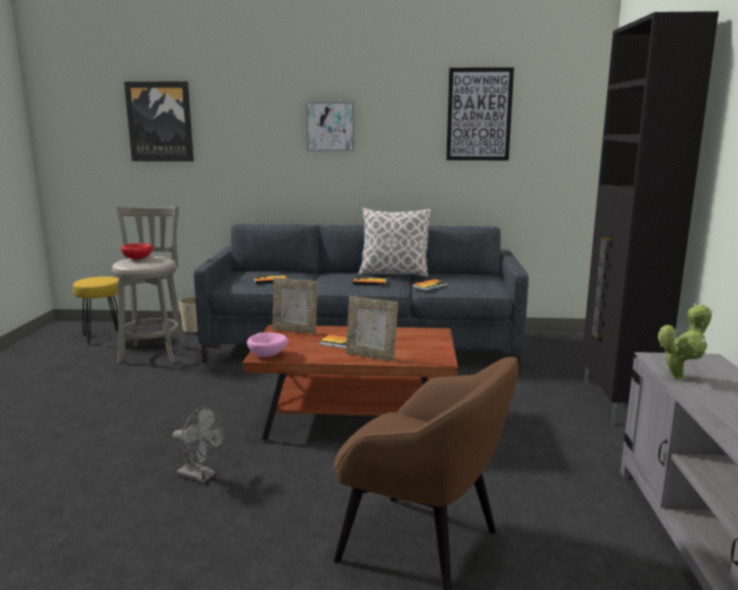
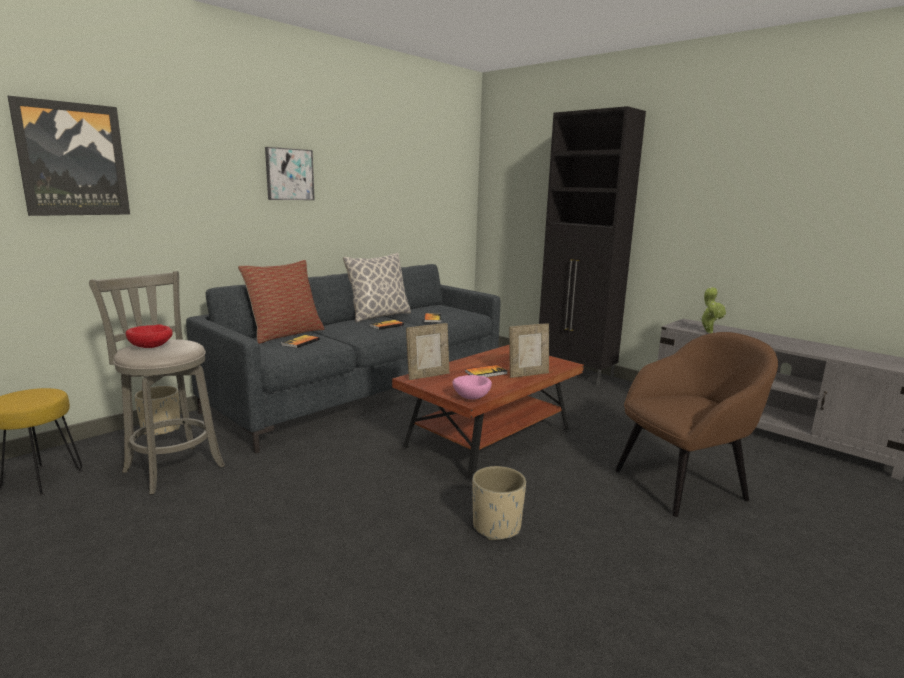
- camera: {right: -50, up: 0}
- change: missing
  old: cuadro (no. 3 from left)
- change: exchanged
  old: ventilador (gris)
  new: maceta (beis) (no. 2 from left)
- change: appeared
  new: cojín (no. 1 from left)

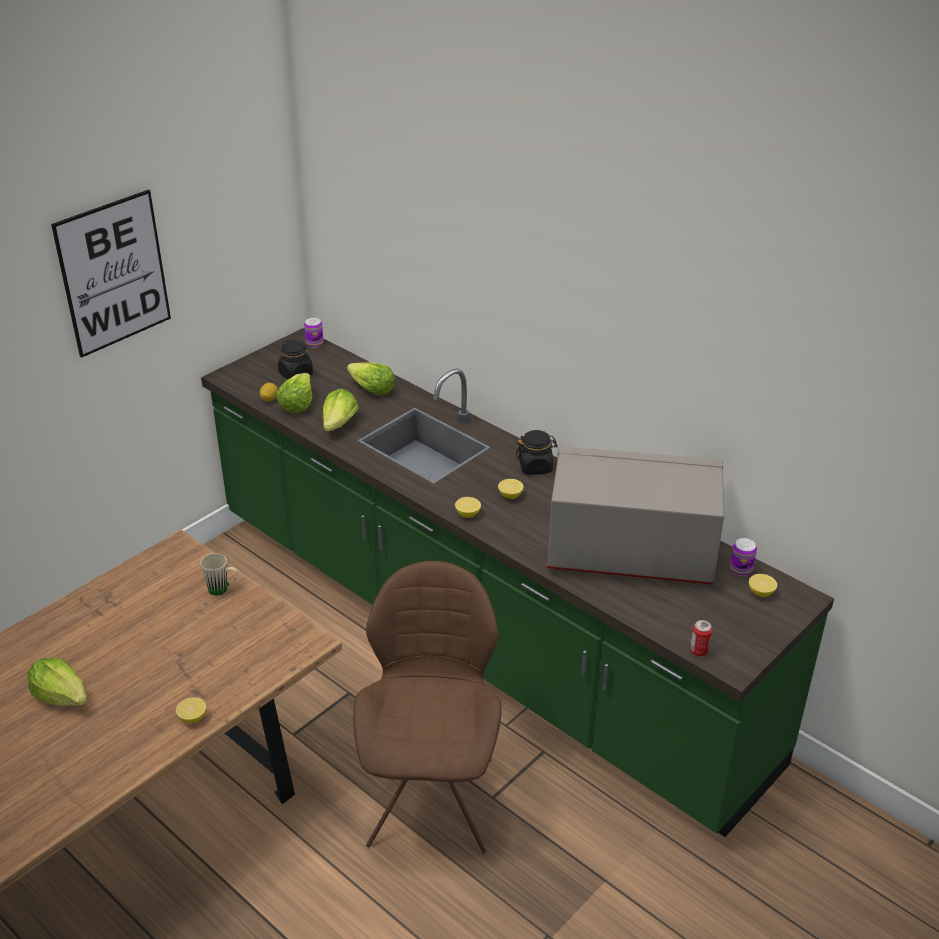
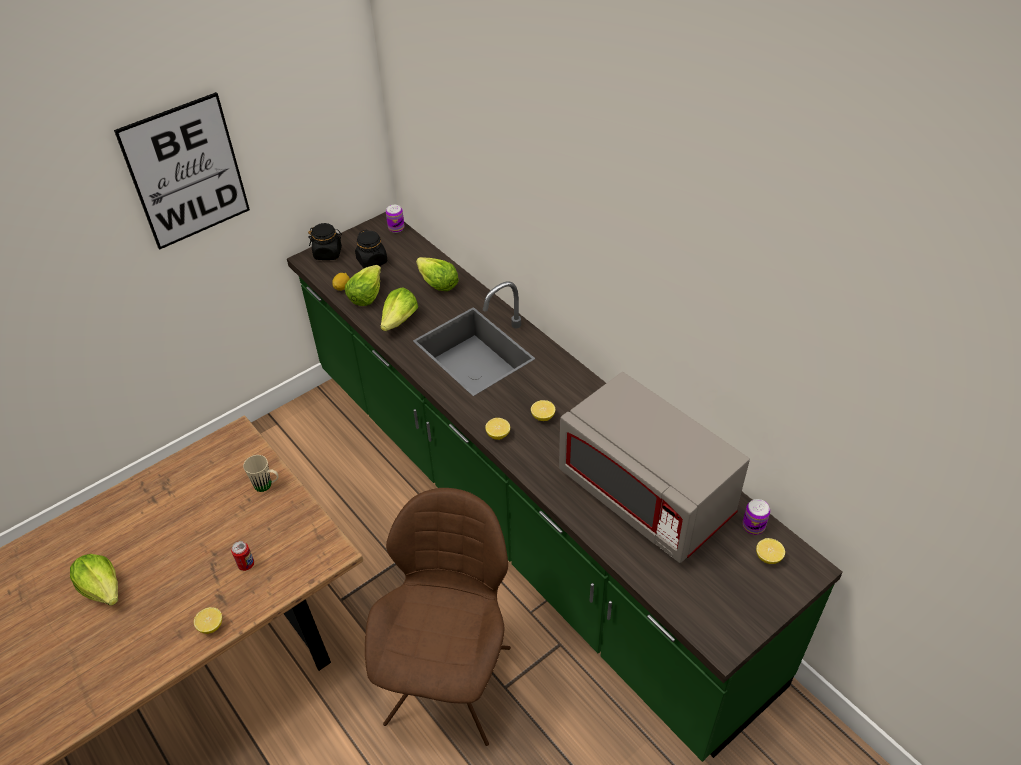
- camera: {right: 10, up: 10}
- change: relocated
  old: tarro (negro) (no. 2 from left in the first image)
  new: tarro (negro) (no. 1 from left)
- change: spun
  old: microondas (gris)
  degrees: -150
- change: relocated
  old: lata (no. 2 from left in the first image)
  new: lata (no. 1 from left)

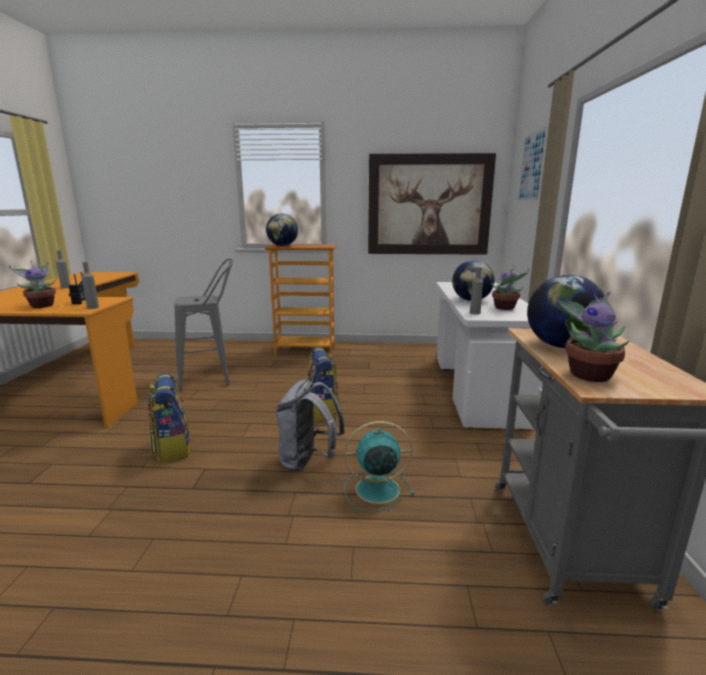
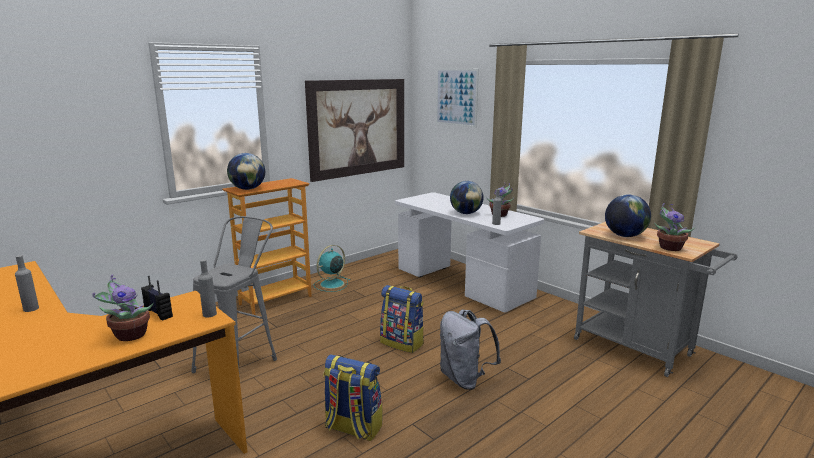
- camera: {right: -45, up: 0}
- change: relocated
  old: ventilador (turquesa)

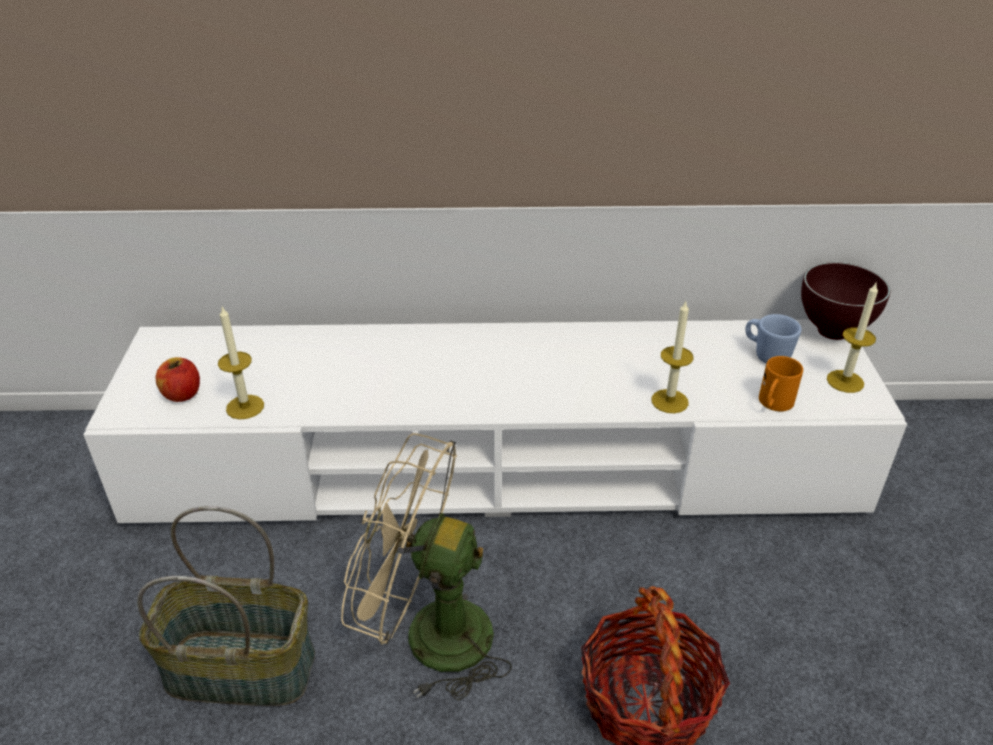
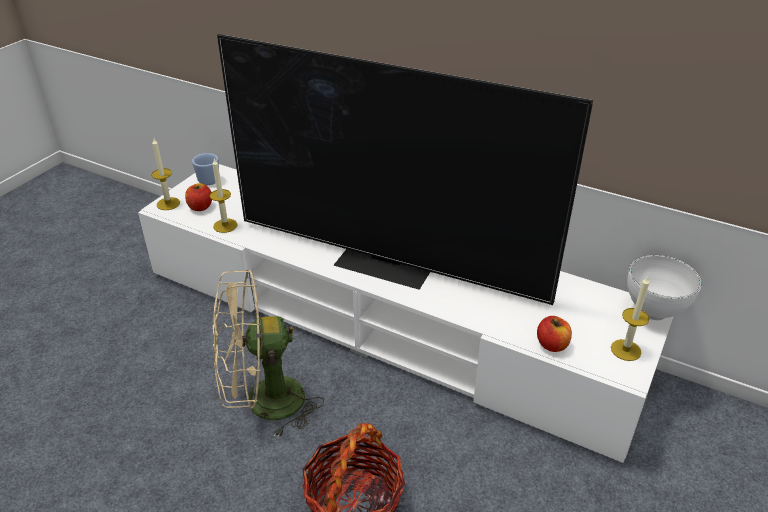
- camera: {right: 30, up: 0}
- change: colour
  old: cuenco (marrón)
  new: cuenco (blanco)
- change: relocated
  old: vela (no. 2 from left in the first image)
  new: vela (no. 1 from left)
- change: relocated
  old: taza grande (azul)
- change: exchanged
  old: taza grande (naranja)
  new: manzana (no. 2 from left)
- change: spun
  old: ventilador (beis)
  degrees: -60
- change: missing
  old: cesta (no. 1 from left)
- change: appeared
  new: televisor

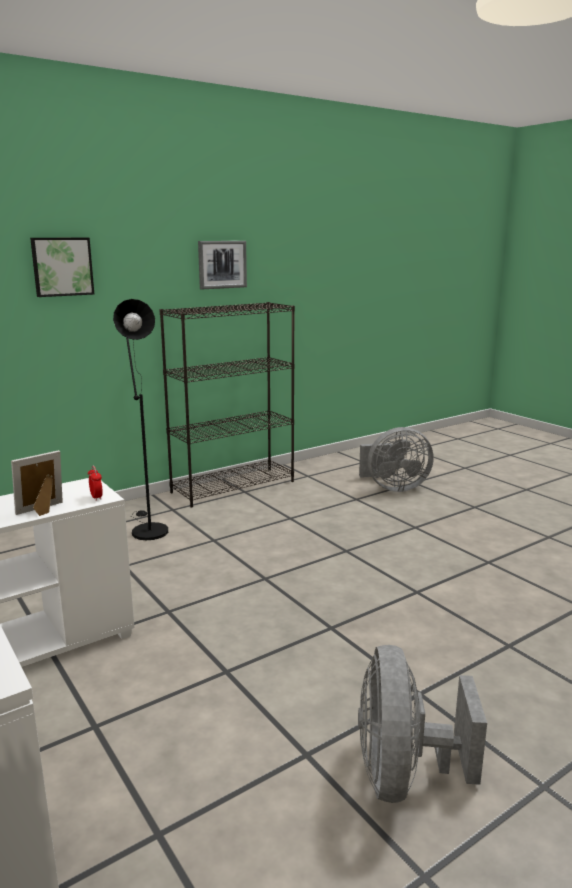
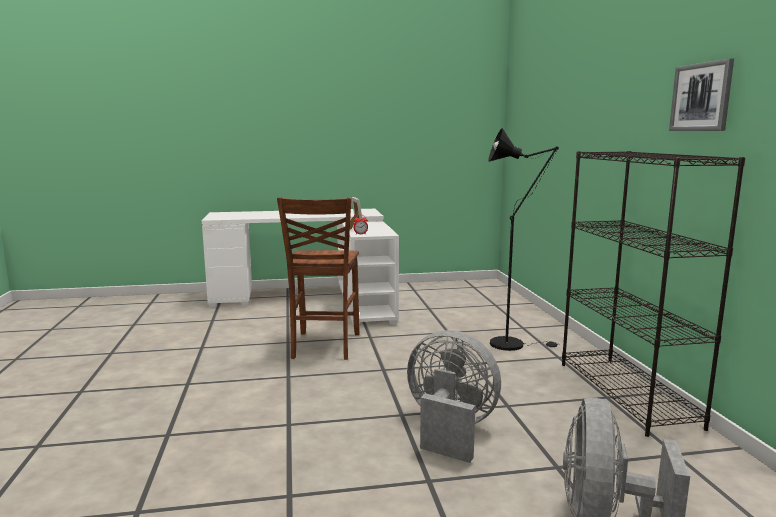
- camera: {right: 115, up: -5}
- change: missing
  old: cuadro (no. 1 from left)
- change: relocated
  old: ventilador (gris) (no. 2 from left in the first image)
  new: ventilador (gris) (no. 1 from left)
- change: appeared
  new: silla (marrón)

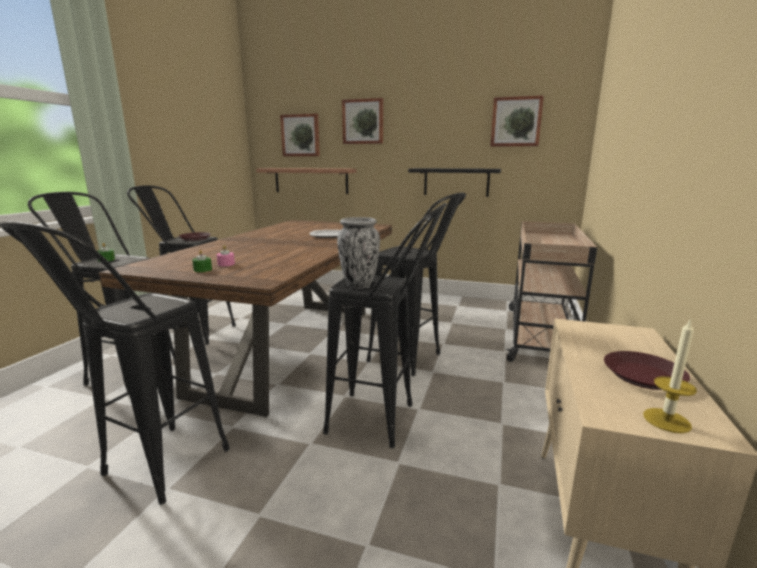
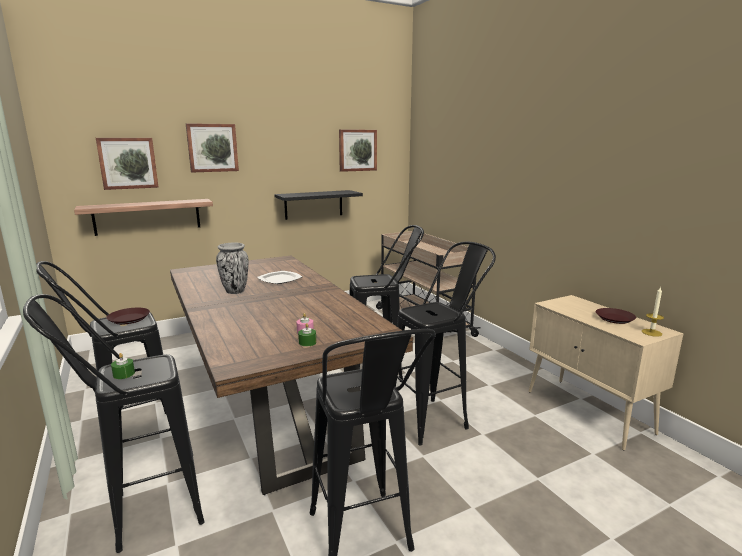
- camera: {right: -45, up: 0}
- change: relocated
  old: florero

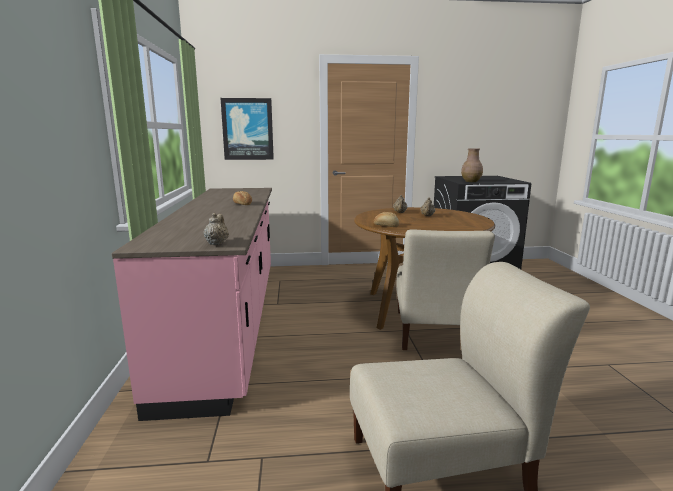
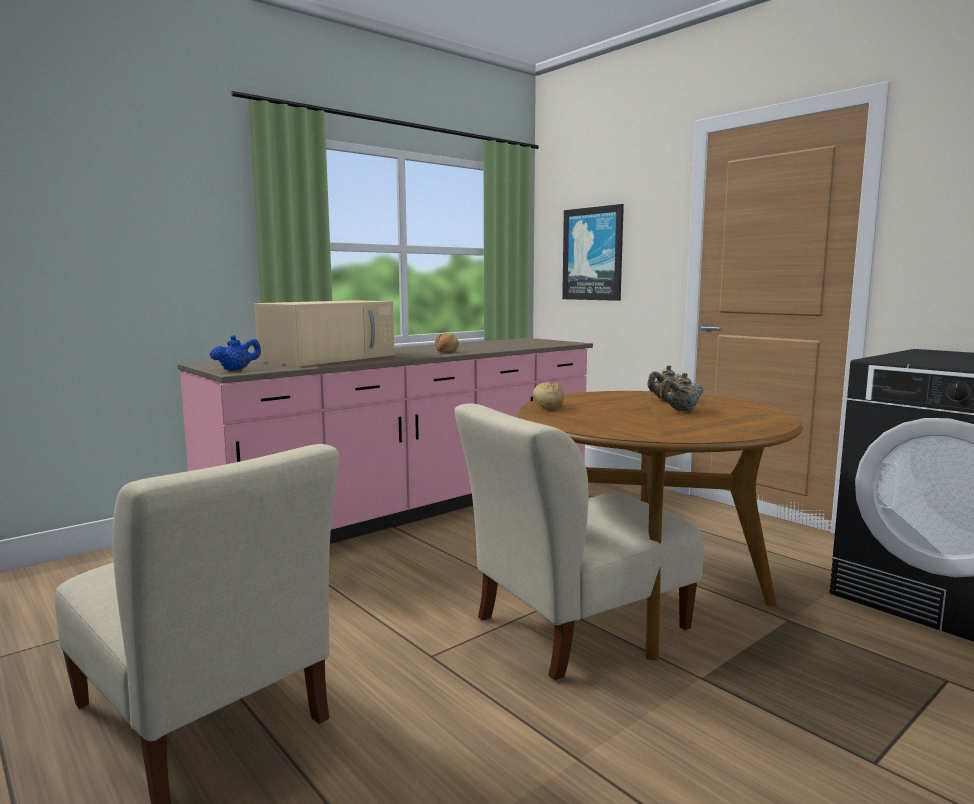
- camera: {right: 55, up: -5}
- change: missing
  old: florero (marrón)
- change: colour
  old: tetera (beis) (no. 1 from left)
  new: tetera (azul)
- change: appeared
  new: microondas (beis)

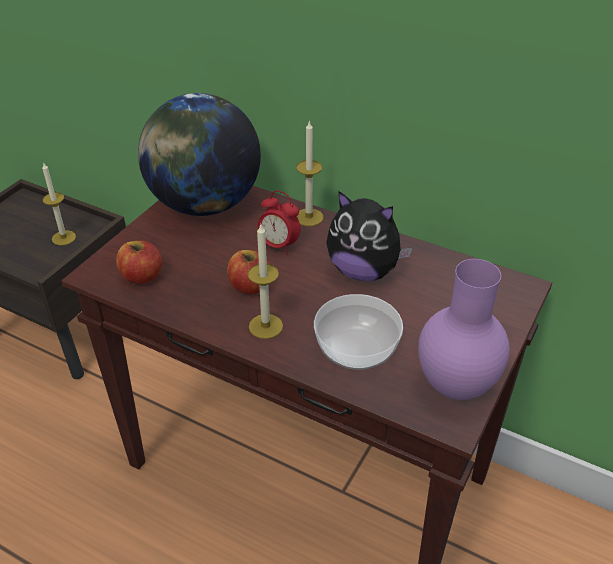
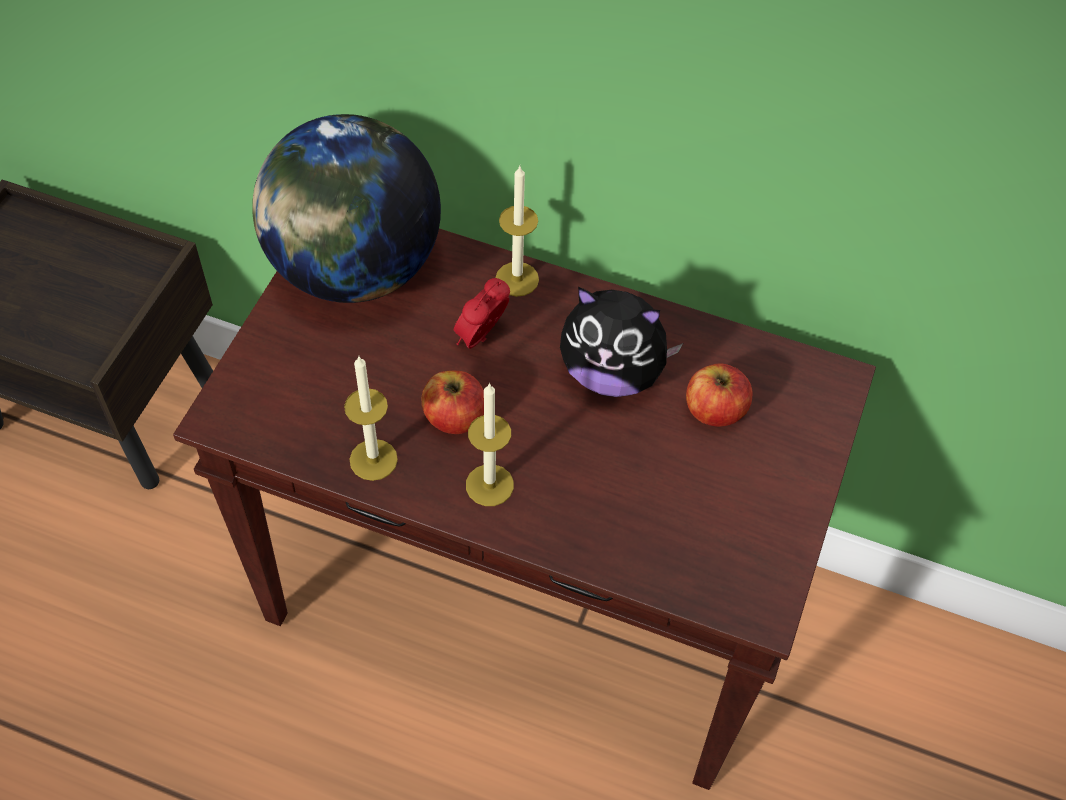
- camera: {right: -10, up: 15}
- change: relocated
  old: vela (no. 1 from left)
- change: spun
  old: despertador
  degrees: 105
- change: relocated
  old: manzana (no. 1 from left in the first image)
  new: manzana (no. 2 from left)
- change: missing
  old: florero (morado)
- change: missing
  old: cuenco

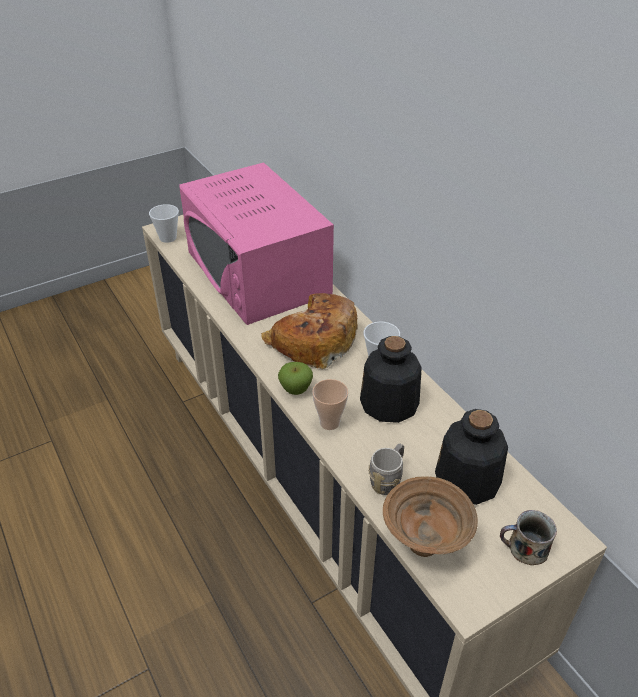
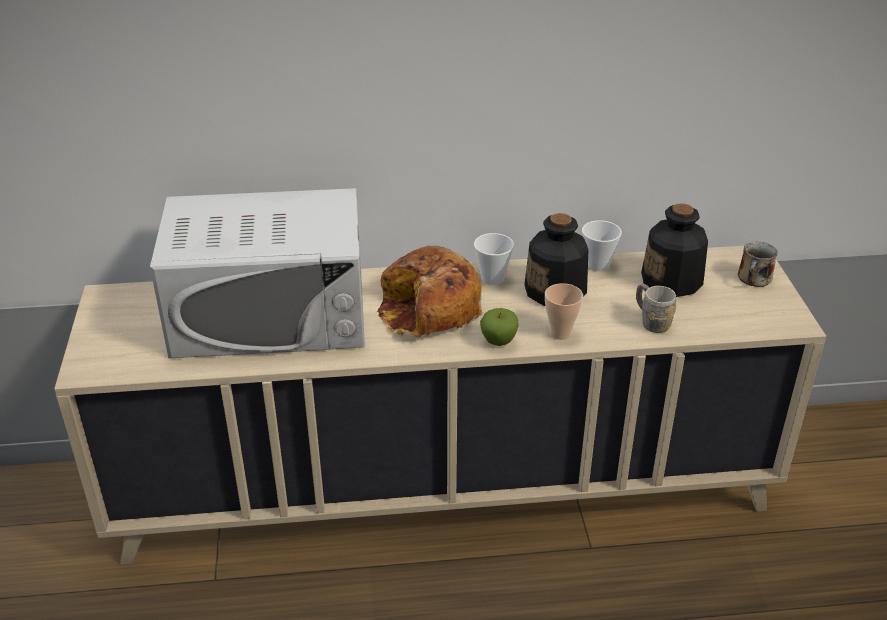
- camera: {right: -65, up: -5}
- change: colour
  old: microondas (rosa)
  new: microondas (blanco)
- change: relocated
  old: taza (no. 1 from left in the first image)
  new: taza (no. 3 from left)
- change: missing
  old: cuenco (marrón)

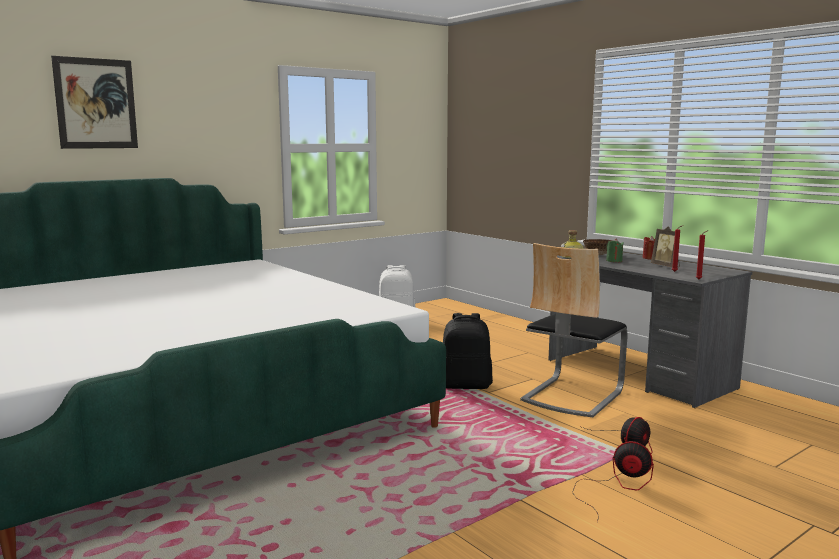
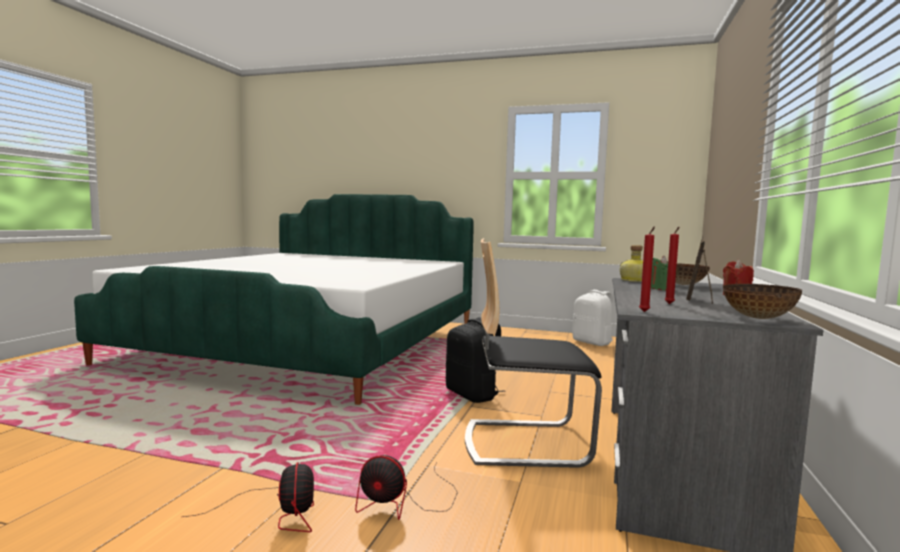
- camera: {right: 55, up: -5}
- change: missing
  old: cuadro
- change: appeared
  new: cuenco (no. 2 from left)

